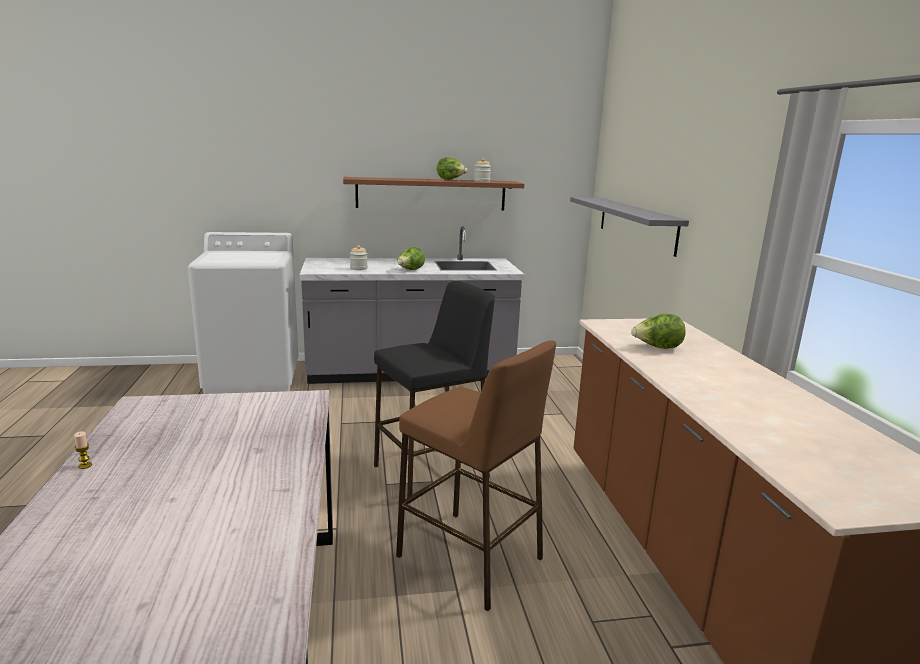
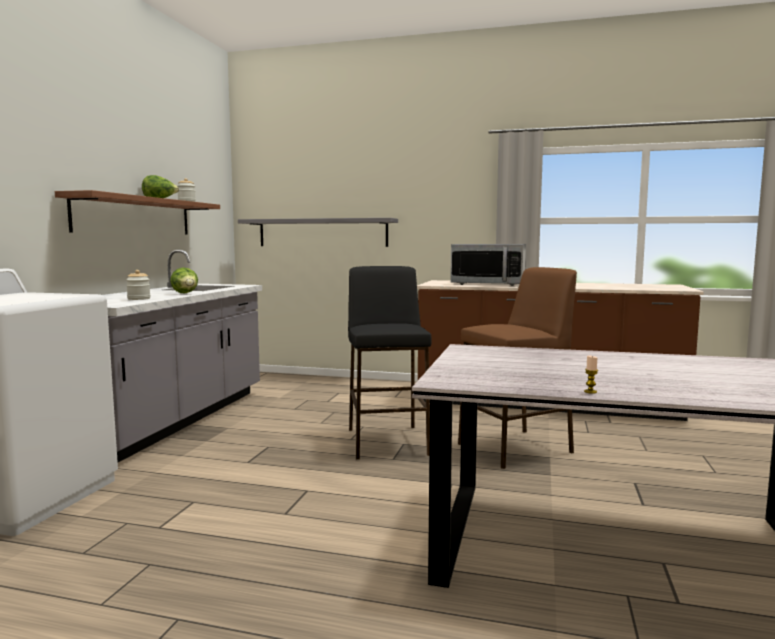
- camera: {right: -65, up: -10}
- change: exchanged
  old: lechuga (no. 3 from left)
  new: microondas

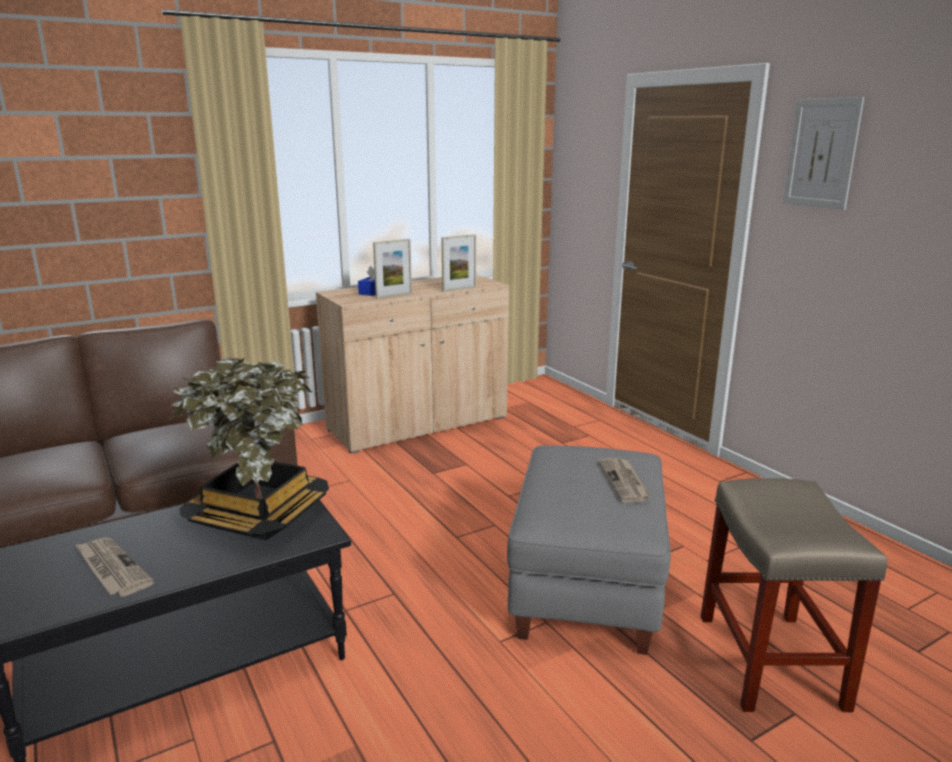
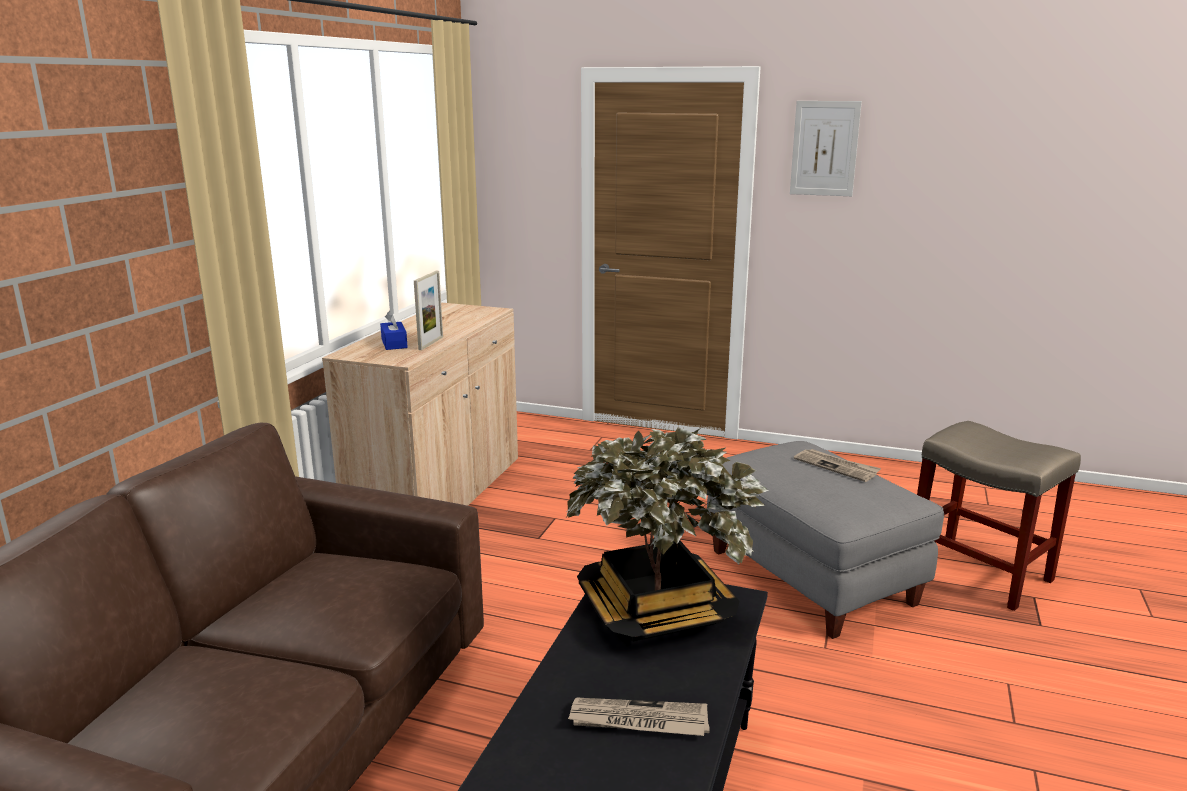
- camera: {right: -40, up: 0}
- change: missing
  old: portarretratos (no. 2 from left)

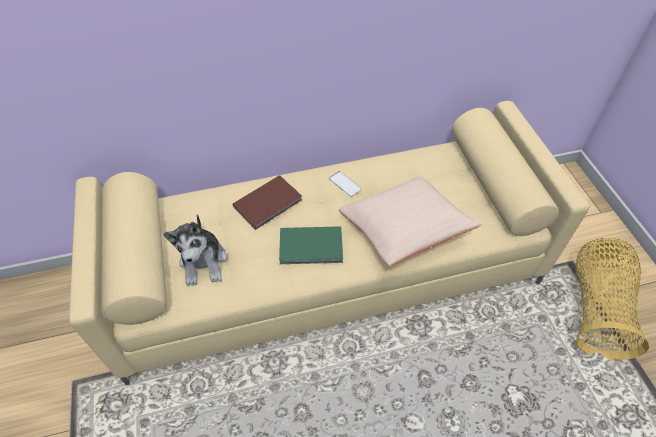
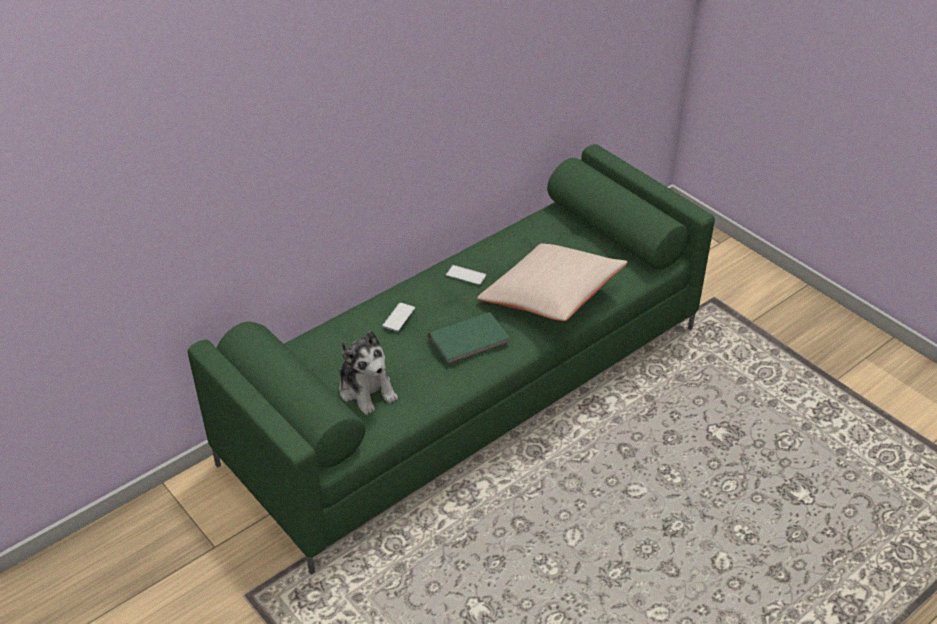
- camera: {right: -25, up: -10}
- change: colour
  old: sofá (beis)
  new: sofá (verde)
- change: exchanged
  old: libro (marrón)
  new: móvil (no. 1 from left)
- change: missing
  old: cesta

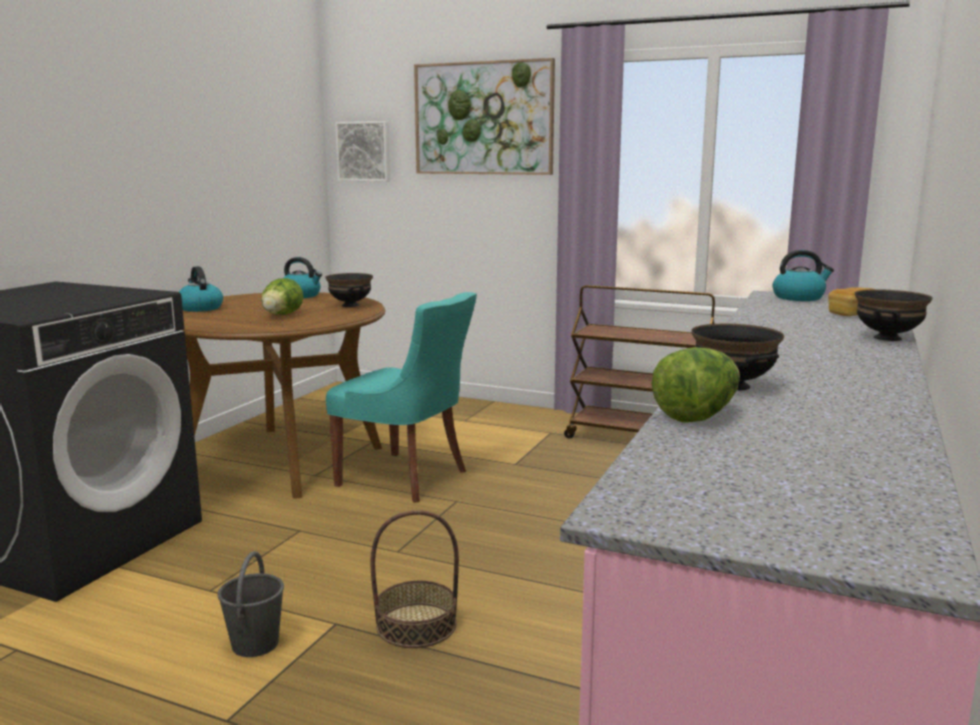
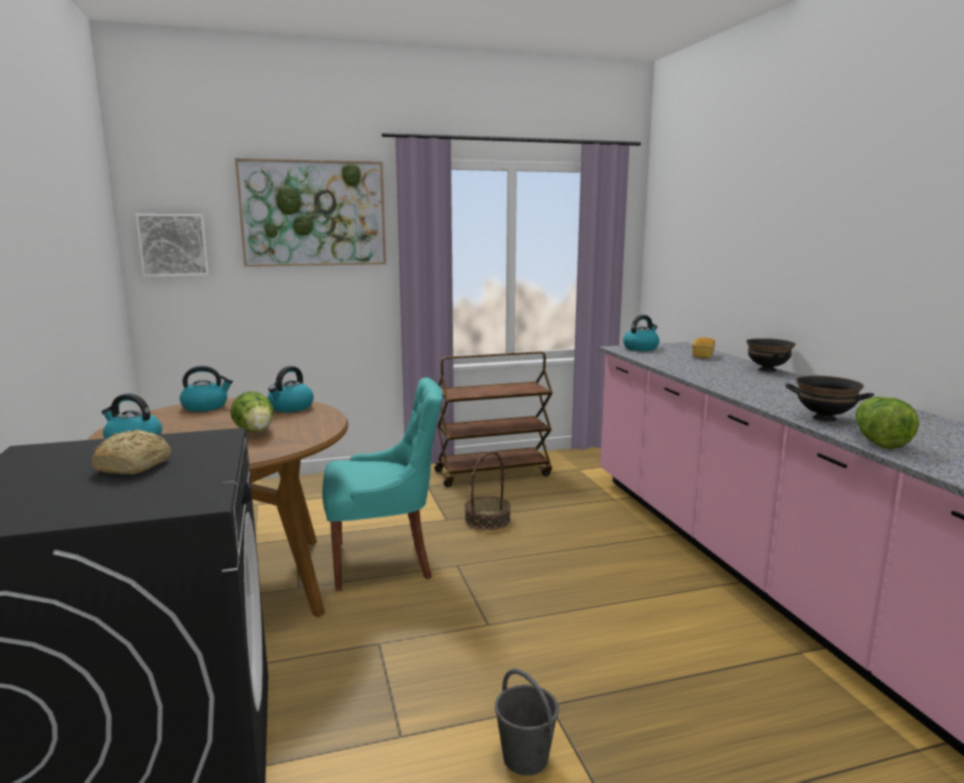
- camera: {right: -40, up: 0}
- change: exchanged
  old: cuenco (negro) (no. 1 from left)
  new: hervidor (no. 3 from left)
- change: relocated
  old: cesta
- change: appeared
  new: pan (no. 1 from left)

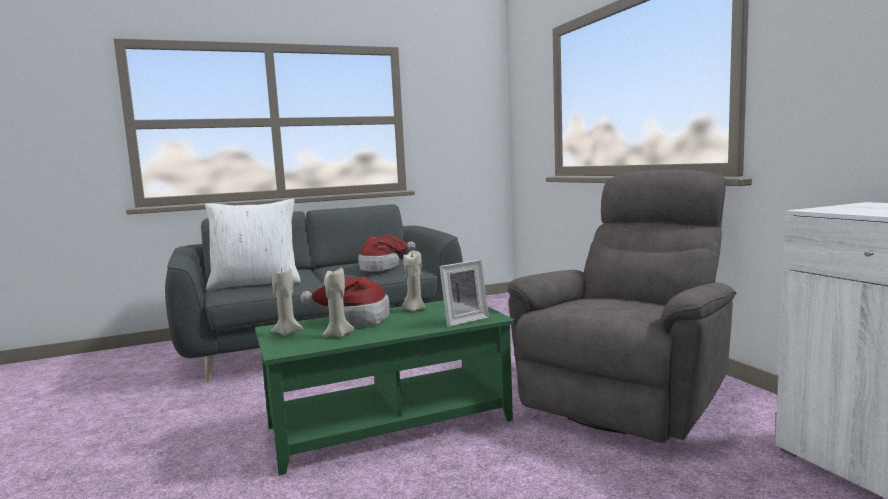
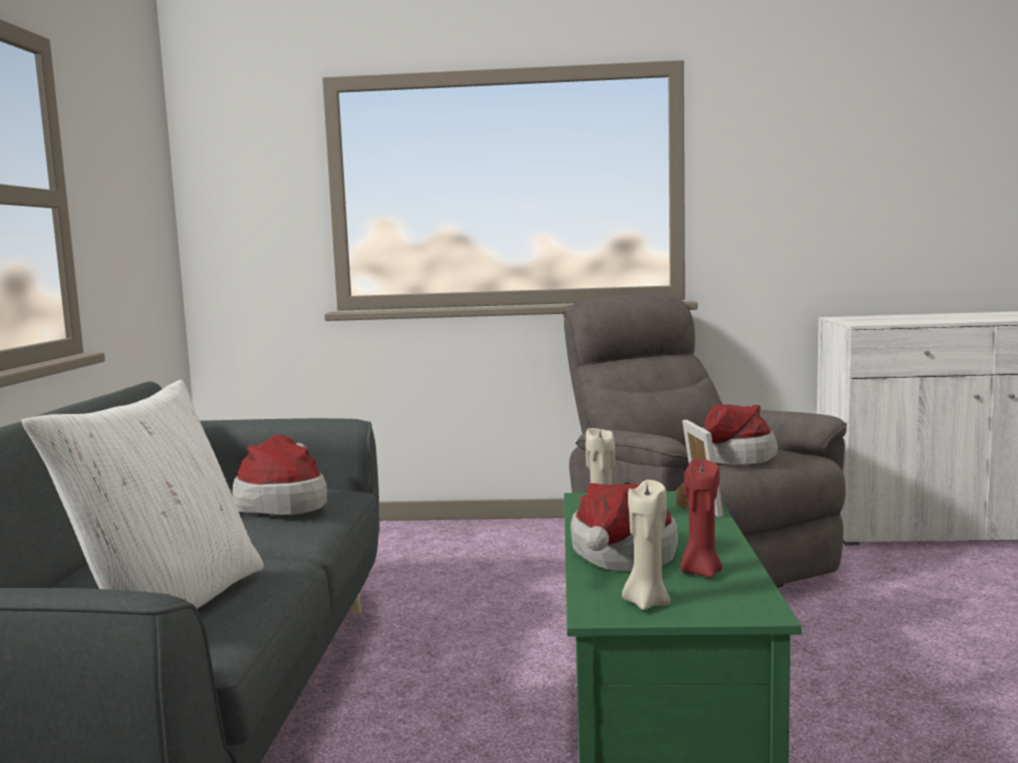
- camera: {right: -65, up: 0}
- change: colour
  old: vela (beis) (no. 2 from left)
  new: vela (rojo)
- change: appeared
  new: sombrero (no. 3 from left)

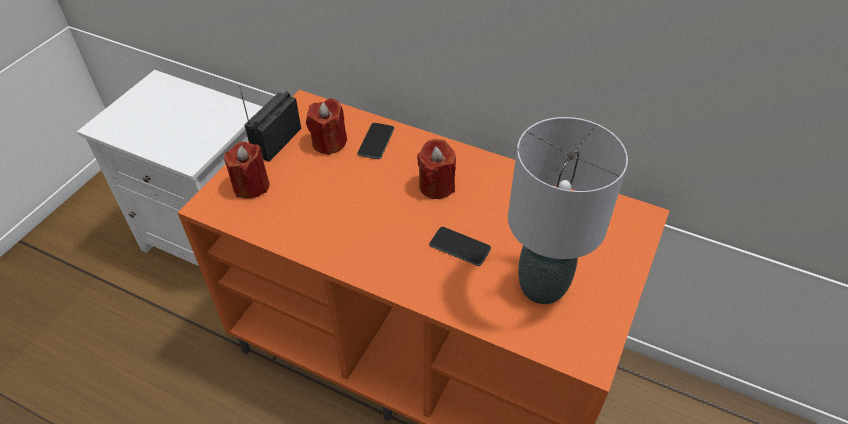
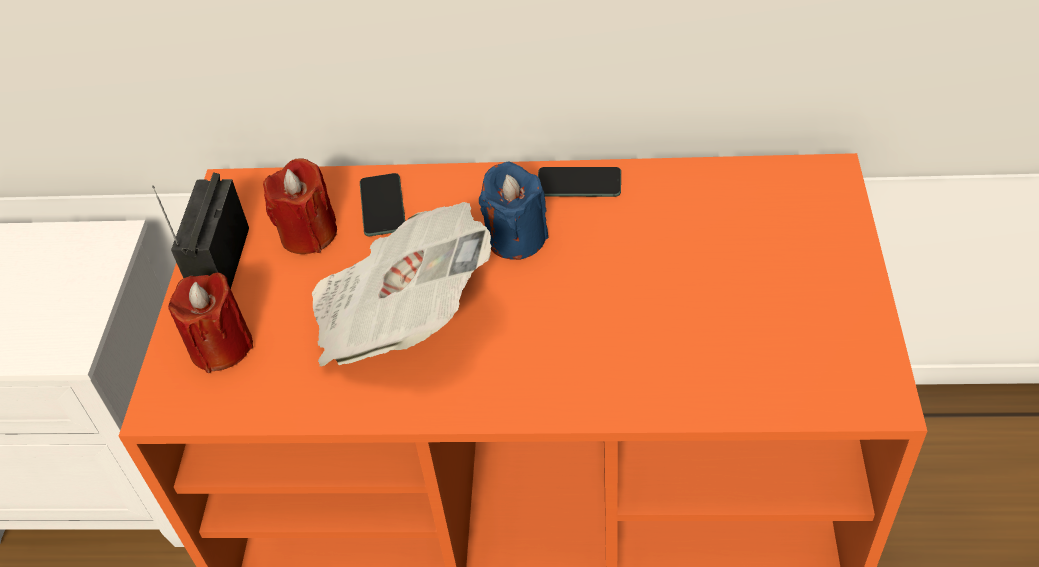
- camera: {right: -20, up: 0}
- change: missing
  old: lámpara de mesa (gris)
- change: colour
  old: vela (rojo) (no. 3 from left)
  new: vela (azul)
- change: relocated
  old: móvil (no. 2 from left)
- change: appeared
  new: periódico

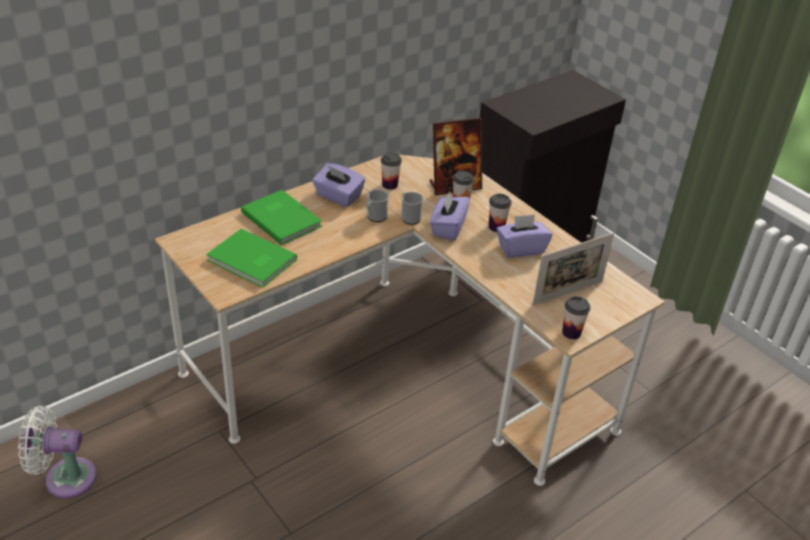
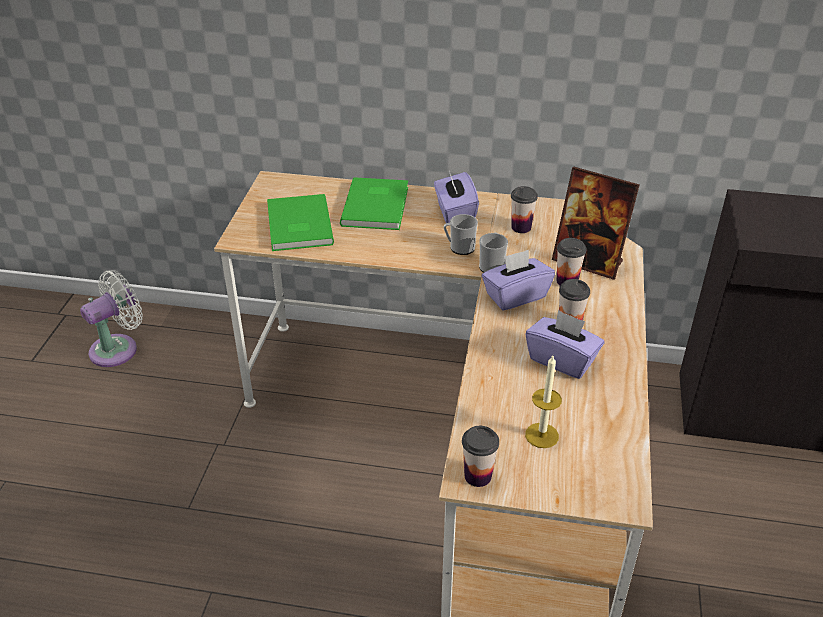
- camera: {right: 50, up: 0}
- change: exchanged
  old: portarretratos (no. 2 from left)
  new: vela
- change: spun
  old: ventilador (blanco)
  degrees: 90

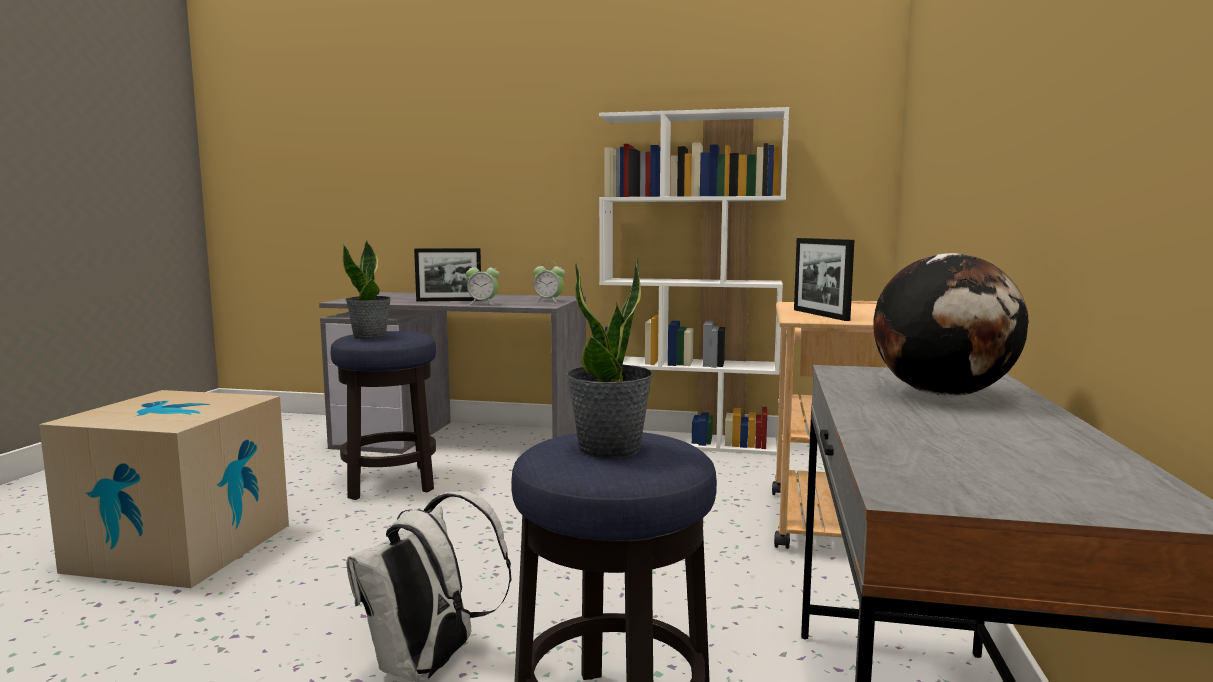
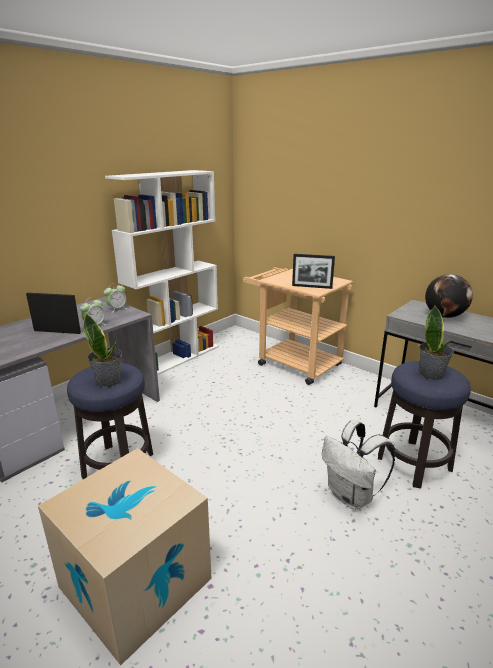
- camera: {right: -60, up: 15}
- change: spun
  old: portarretratos (no. 1 from left)
  degrees: -105

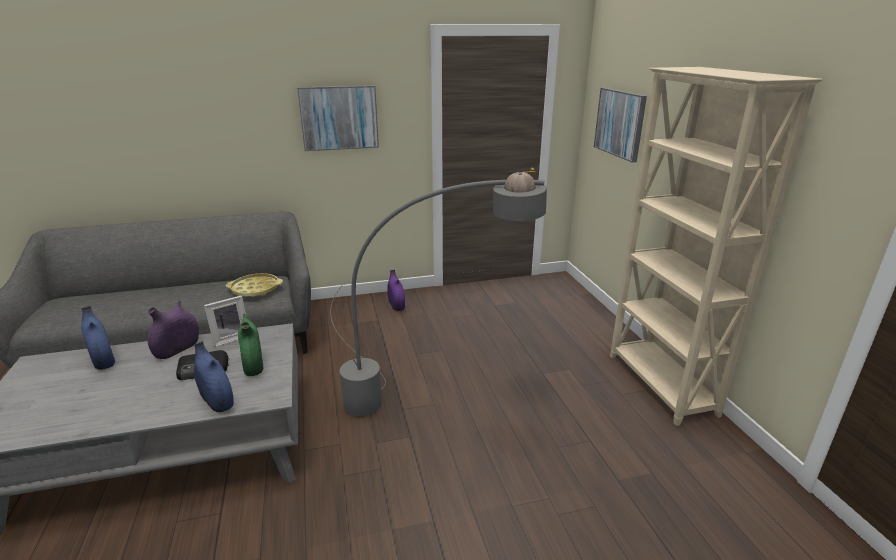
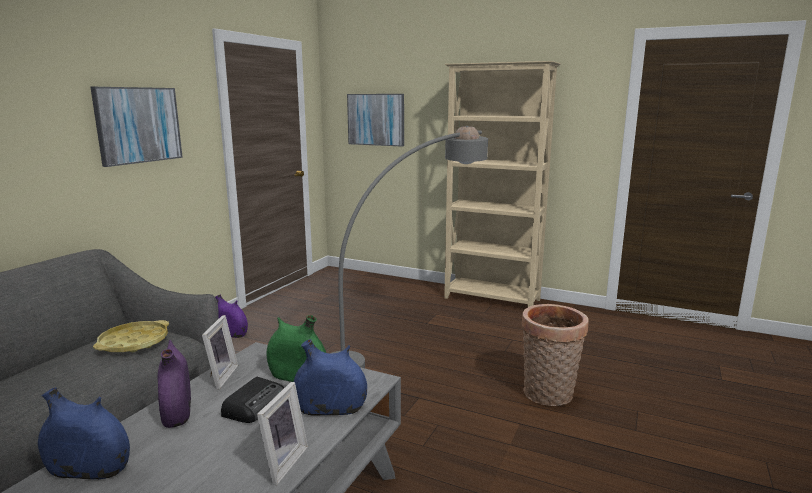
- camera: {right: -50, up: -10}
- change: appeared
  new: cesta
- change: appeared
  new: portarretratos (no. 2 from left)

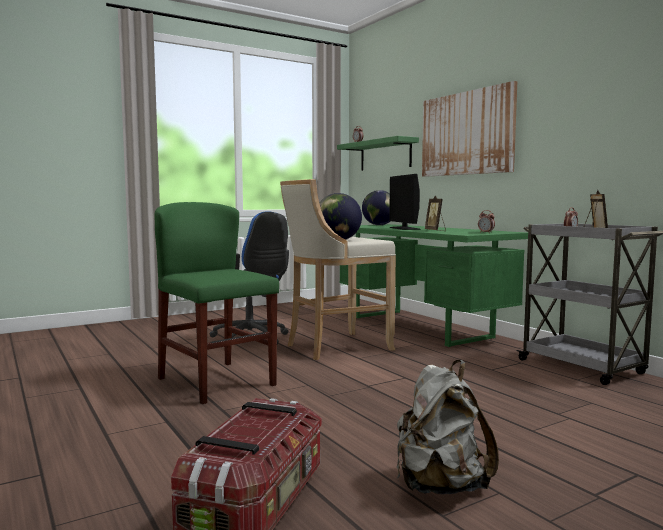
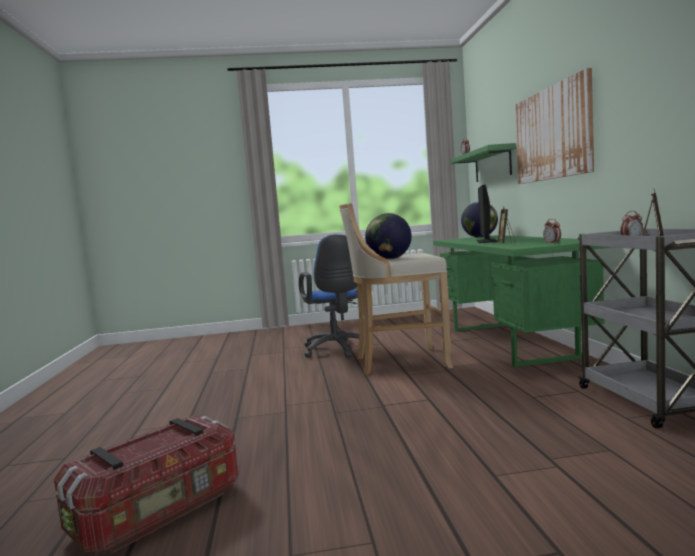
- camera: {right: 25, up: 0}
- change: missing
  old: silla (verde)
- change: missing
  old: mochila (gris)

